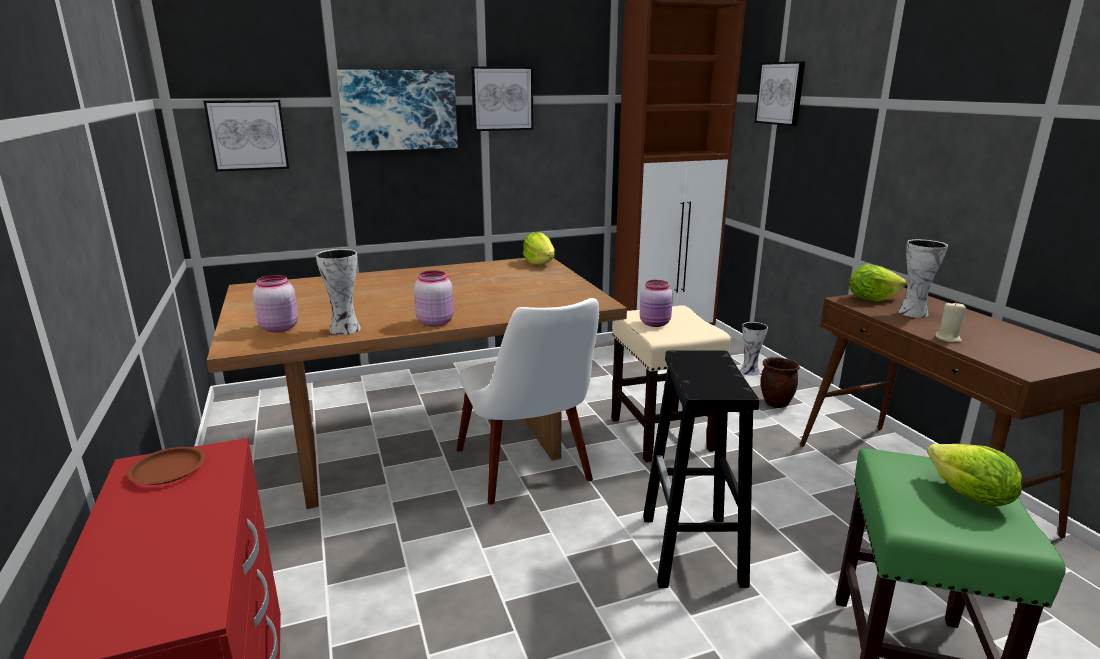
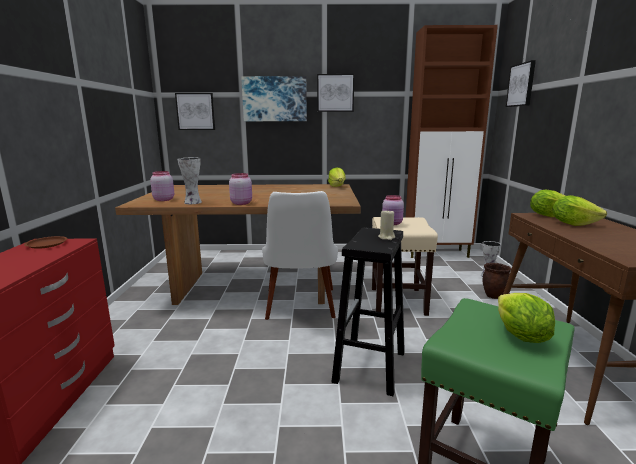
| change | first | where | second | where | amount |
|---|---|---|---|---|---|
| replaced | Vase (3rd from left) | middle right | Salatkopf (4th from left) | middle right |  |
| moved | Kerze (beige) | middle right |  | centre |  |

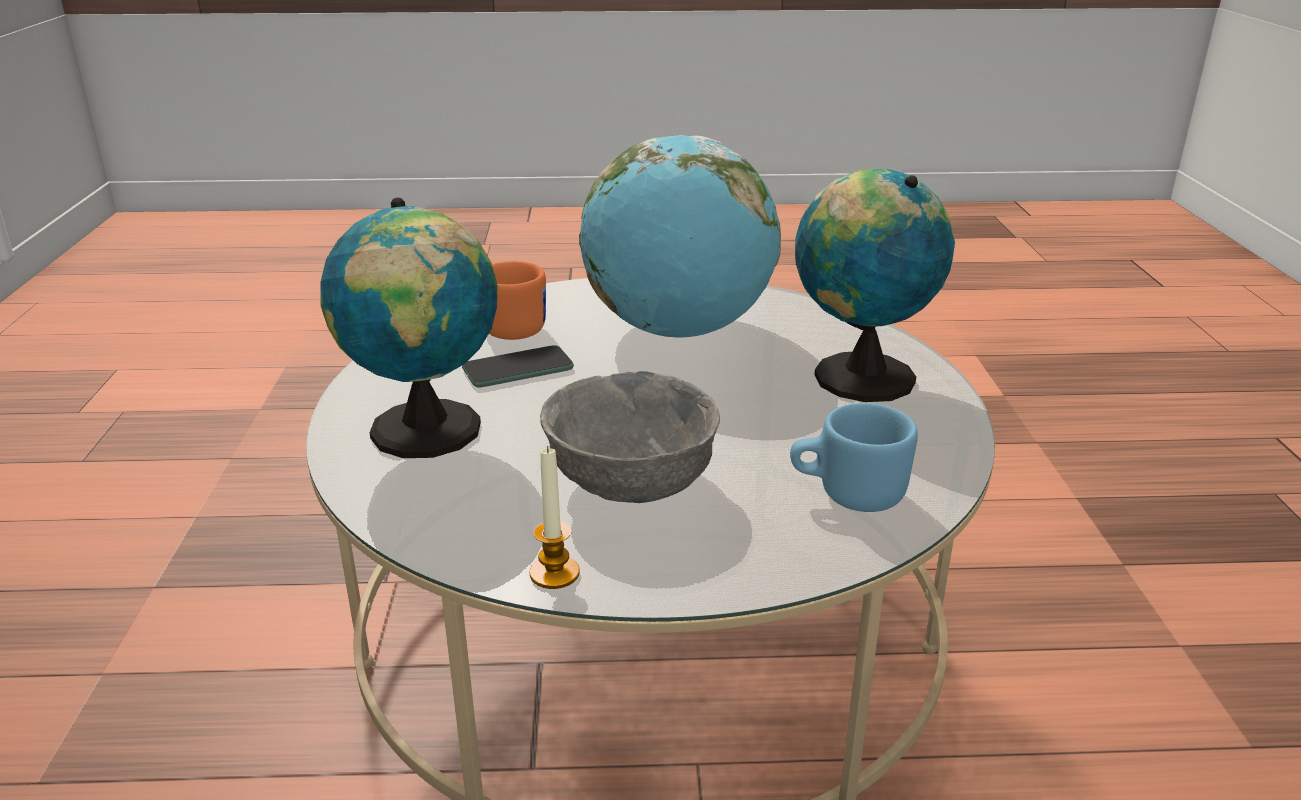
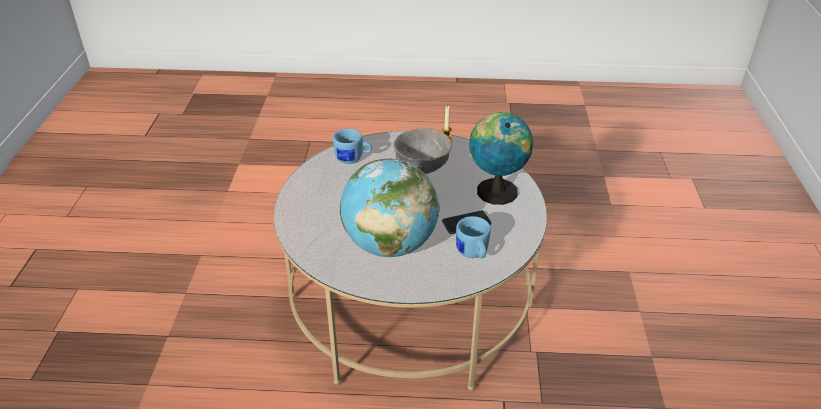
| change | first | where | second | where | amount |
|---|---|---|---|---|---|
| recoloured | Henkelbecher (orange) | centre | Henkelbecher (blau) (2nd from left) | centre |  |
| removed | Globus (3rd from left) | middle right |  |  |  |

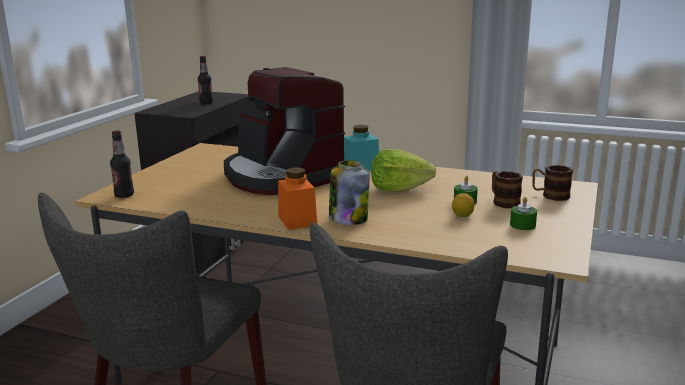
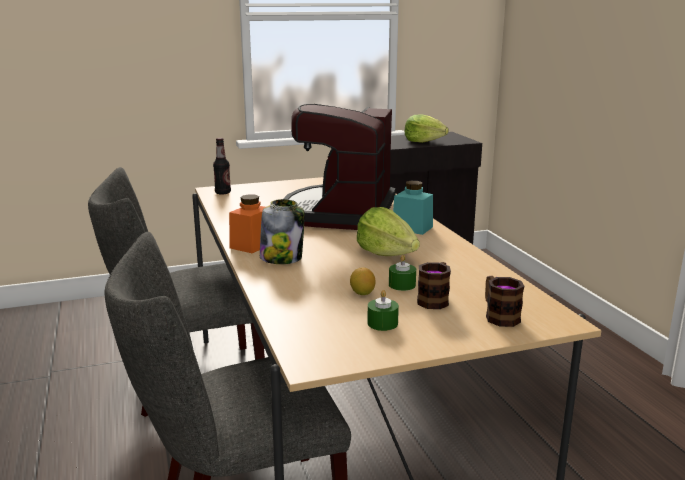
| change | first | where | second | where | amount |
|---|---|---|---|---|---|
| replaced | Flasche (2nd from left) | top left | Salatkopf (2nd from left) | top centre |  |

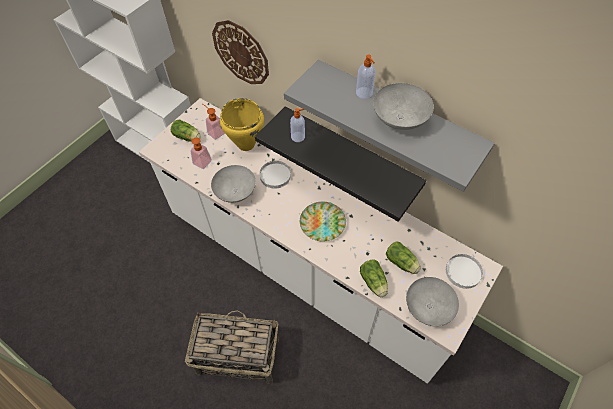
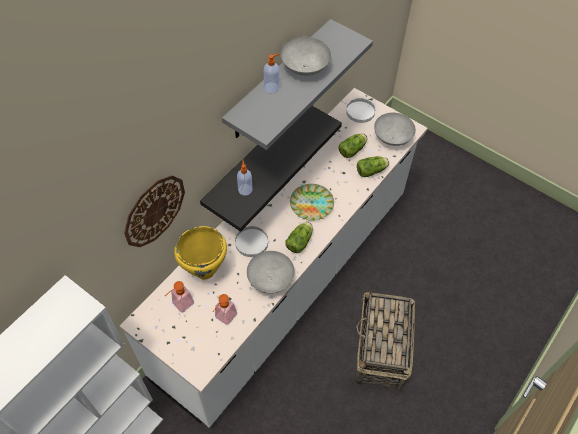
| change | first | where | second | where | amount |
|---|---|---|---|---|---|
| moved | Salatkopf (1st from left) | top left |  | centre |  |

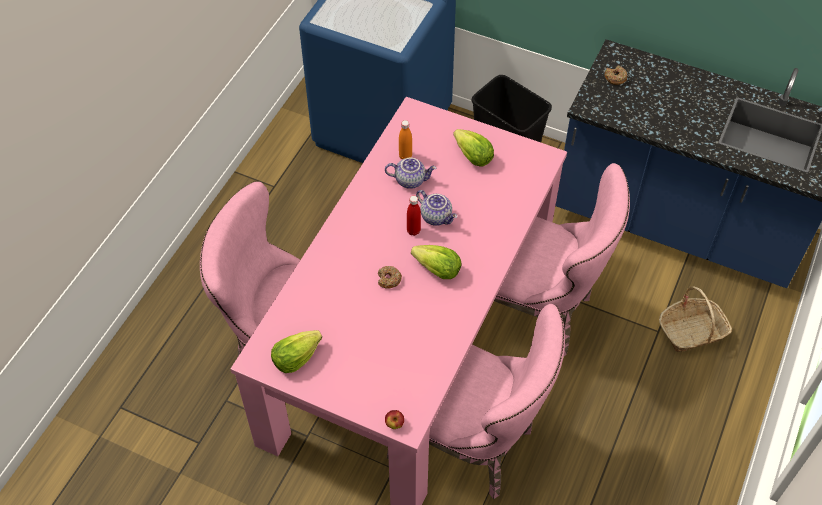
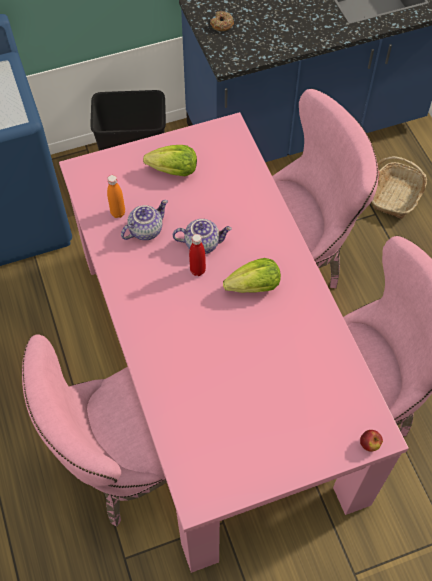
| change | first | where | second | where | amount |
|---|---|---|---|---|---|
| removed | Salatkopf (1st from left) | bottom centre |  |  |  |
| removed | Donut (1st from left) | centre |  |  |  |

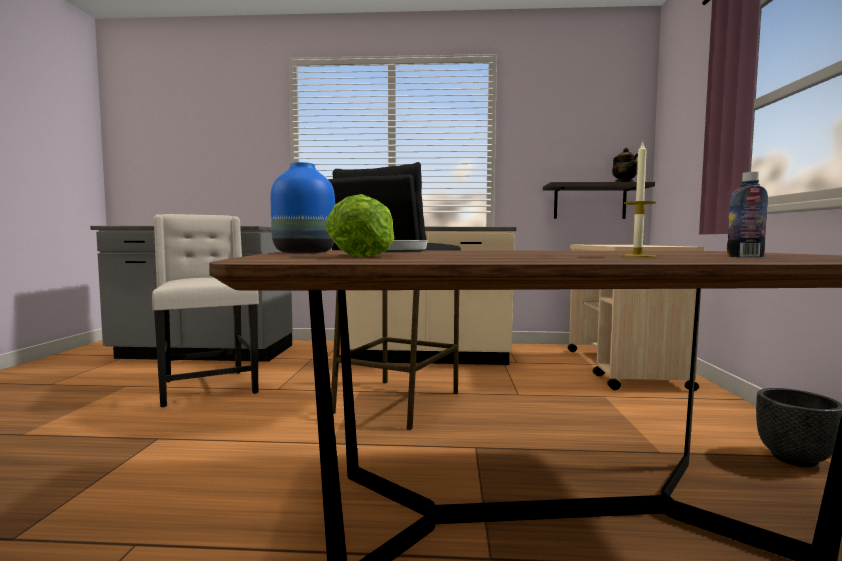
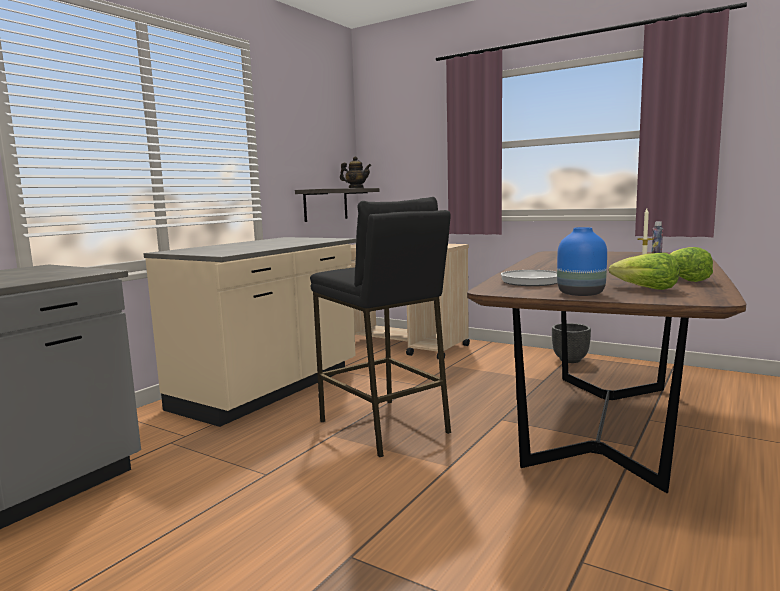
| change | first | where | second | where | amount |
|---|---|---|---|---|---|
| removed | Stuhl (beige) | middle left |  |  |  |
| added |  |  | Salatkopf (2nd from left) | middle right |  |

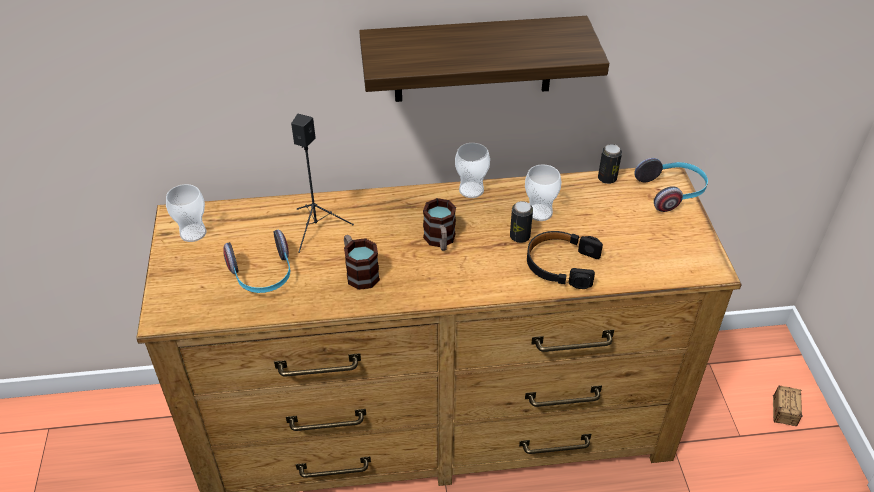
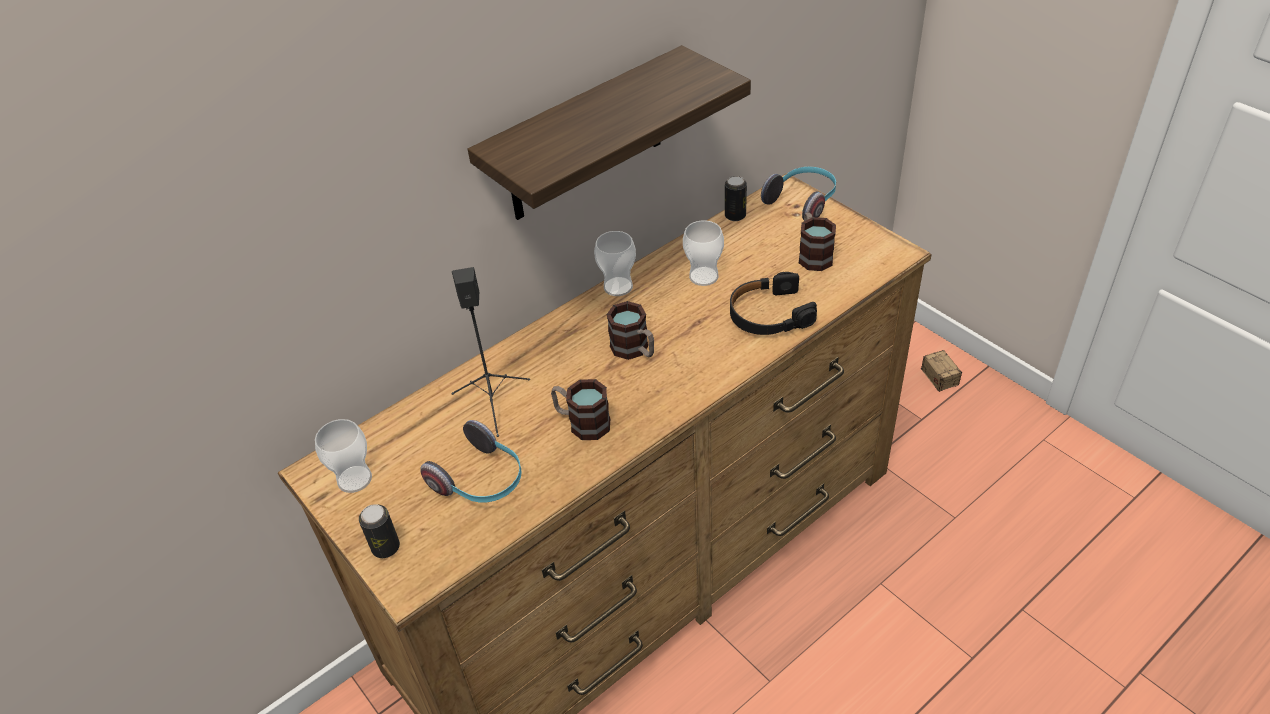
| change | first | where | second | where | amount |
|---|---|---|---|---|---|
| moved | Dose (1st from left) | centre |  | bottom left |  |
| added |  |  | Henkelbecher (3rd from left) | centre |  |

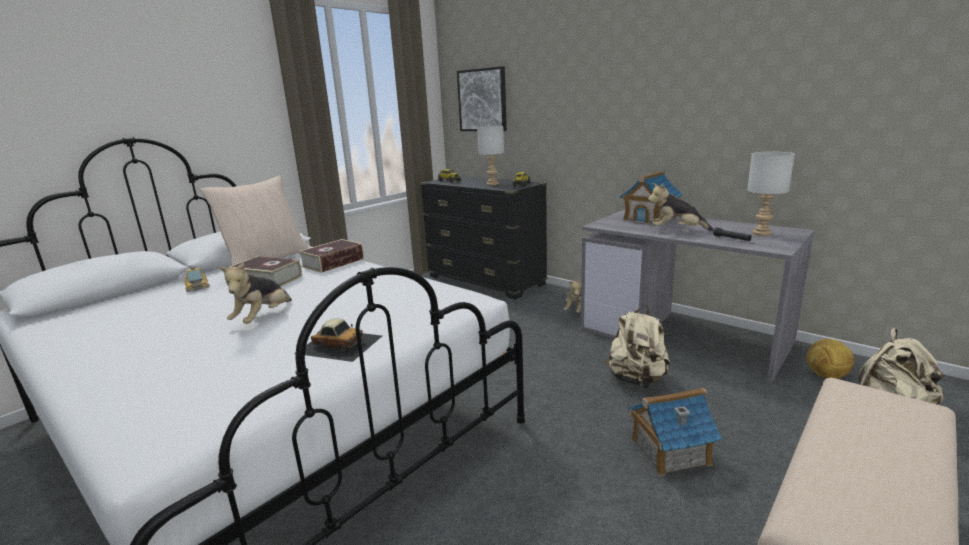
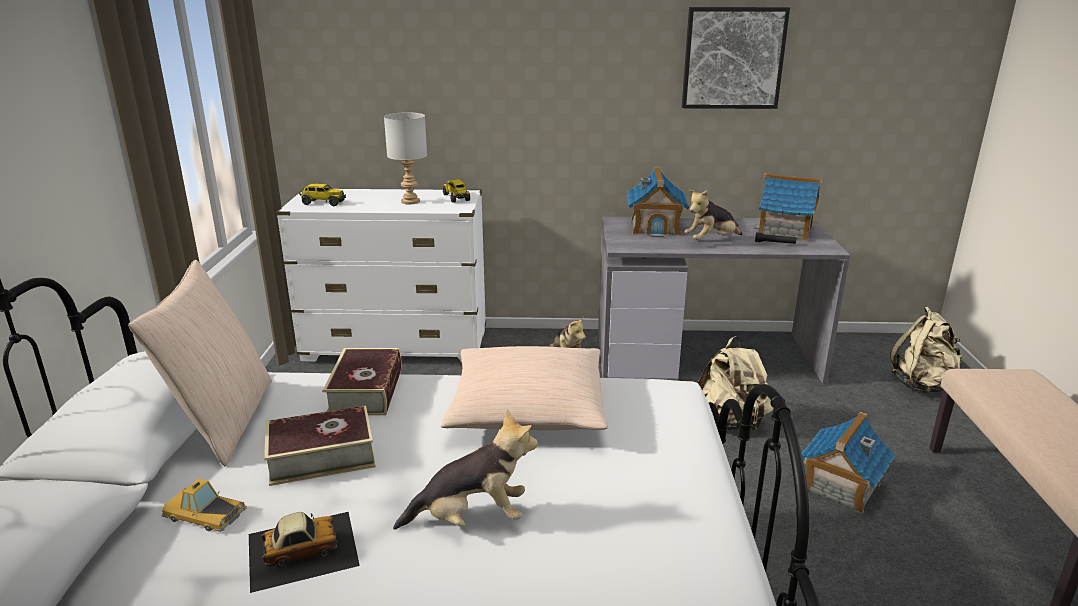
| change | first | where | second | where | amount |
|---|---|---|---|---|---|
| turned | Plüschtier (1st from left) | middle left |  | bottom centre | 75 degrees counterclockwise |
| moved | Spielzeugauto (2nd from left) | centre |  | bottom left |  |
| recoloured | Kommode (schwarz) | centre | Kommode (weiß) | centre |  |
| moved | Bild | top centre |  | top right |  |
| replaced | Tischlampe (grau) (2nd from left) | middle right | Spielzeughaus (2nd from left) | middle right |  |
| removed | Fußball | middle right |  |  |  |
| added |  |  | Kissen (beige) (2nd from left) | centre |  |

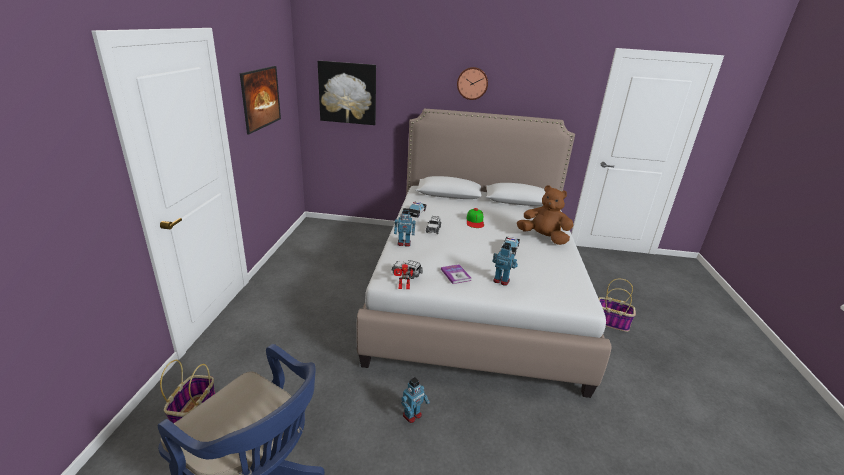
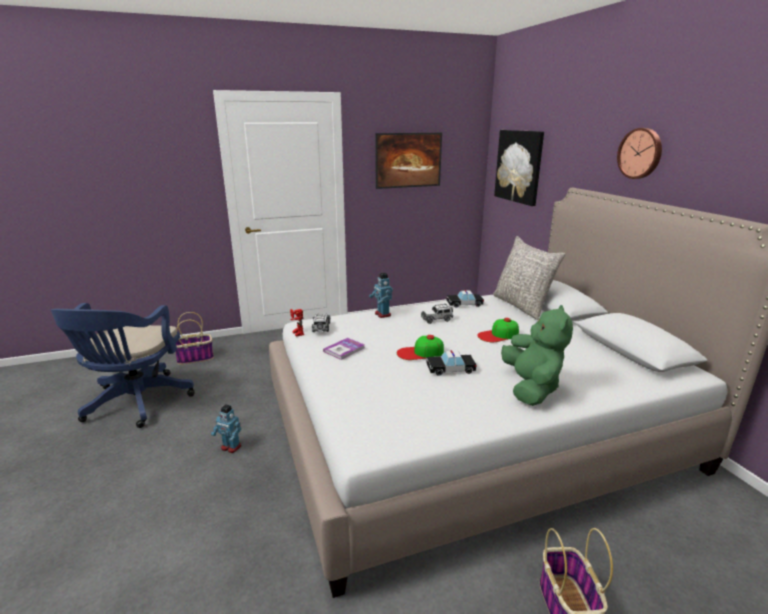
| change | first | where | second | where | amount |
|---|---|---|---|---|---|
| removed | Spielzeugroboter (4th from left) | centre |  |  |  |
| recoloured | Plüschtier (braun) | centre | Plüschtier (grün) | middle right |  |
| added |  |  | Kappe (1st from left) | centre |  |
| added |  |  | Kissen (grau) | middle right |  |

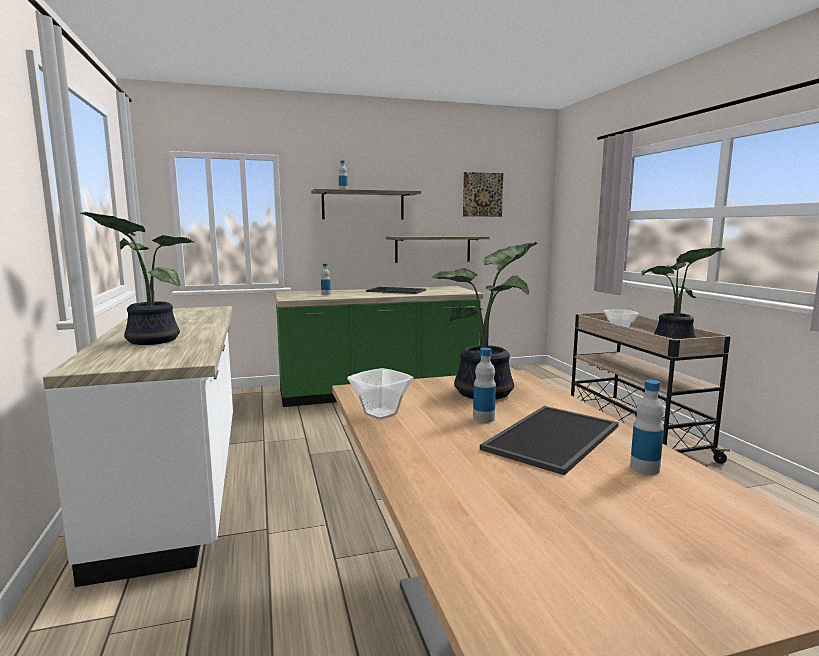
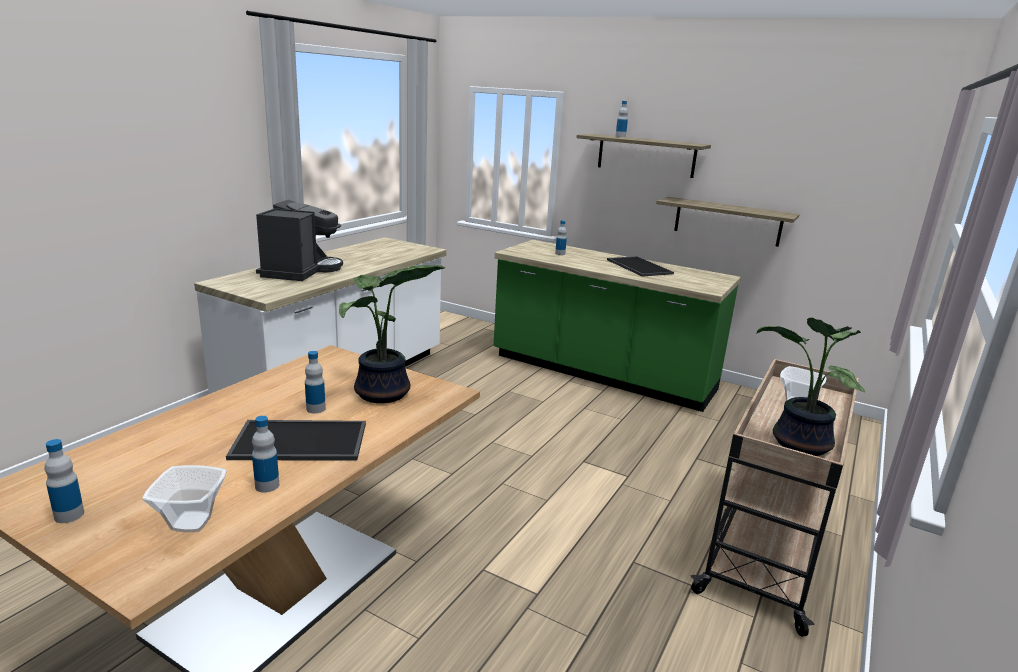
| change | first | where | second | where | amount |
|---|---|---|---|---|---|
| replaced | Topfpflanze (1st from left) | middle left | Kaffeemaschine | middle left |  |
| moved | Schüssel (1st from left) | centre |  | bottom left |  |
| removed | Bild | top centre |  |  |  |
| added |  |  | Flasche (1st from left) | bottom left |  |

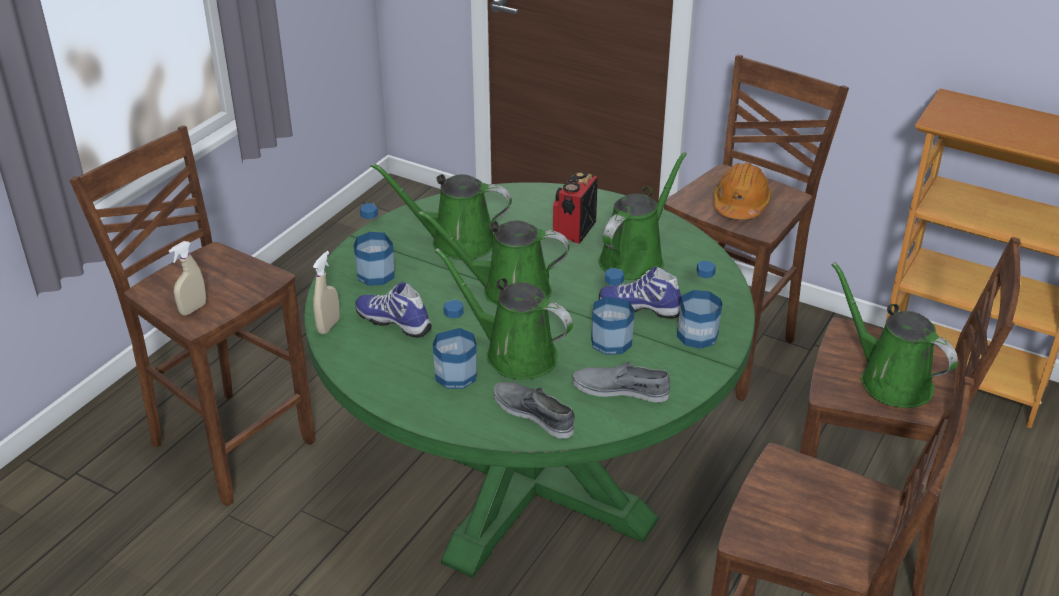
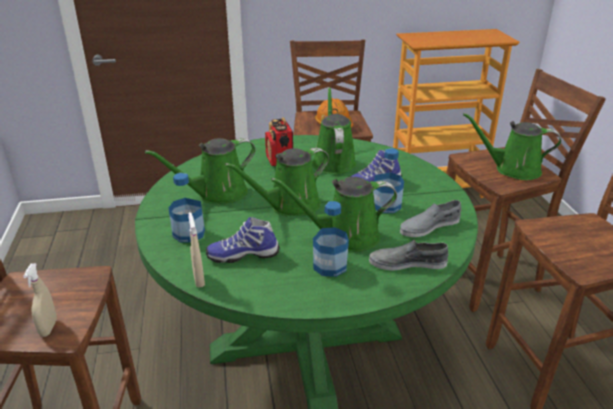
| change | first | where | second | where | amount |
|---|---|---|---|---|---|
| removed | Flasche (4th from left) | centre |  |  |  |

